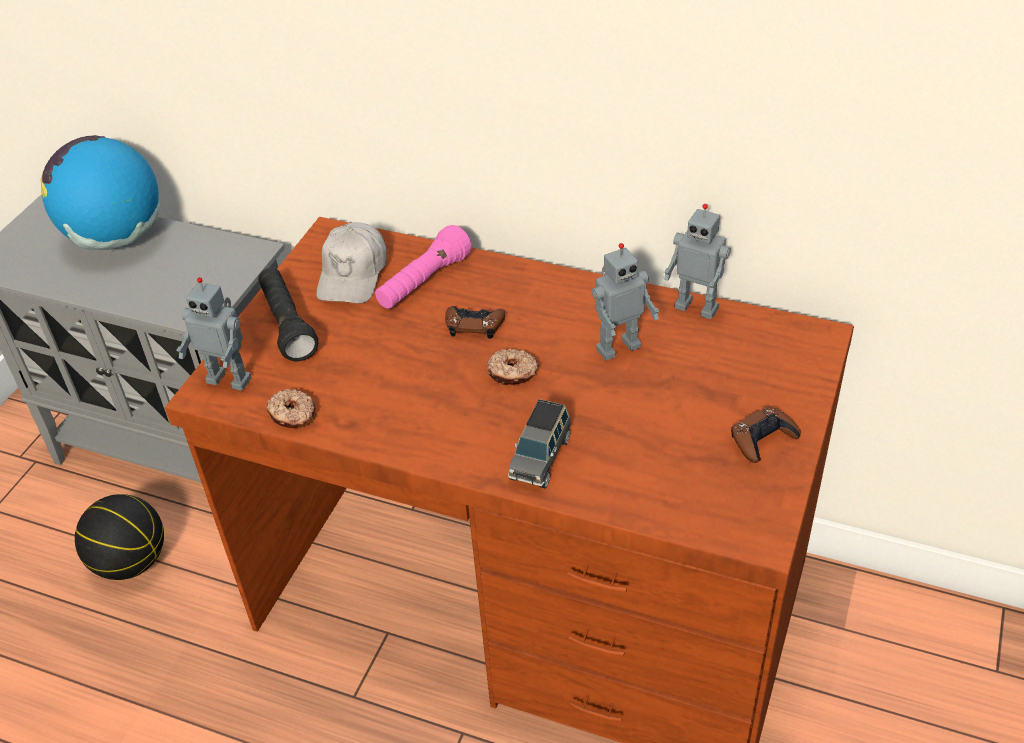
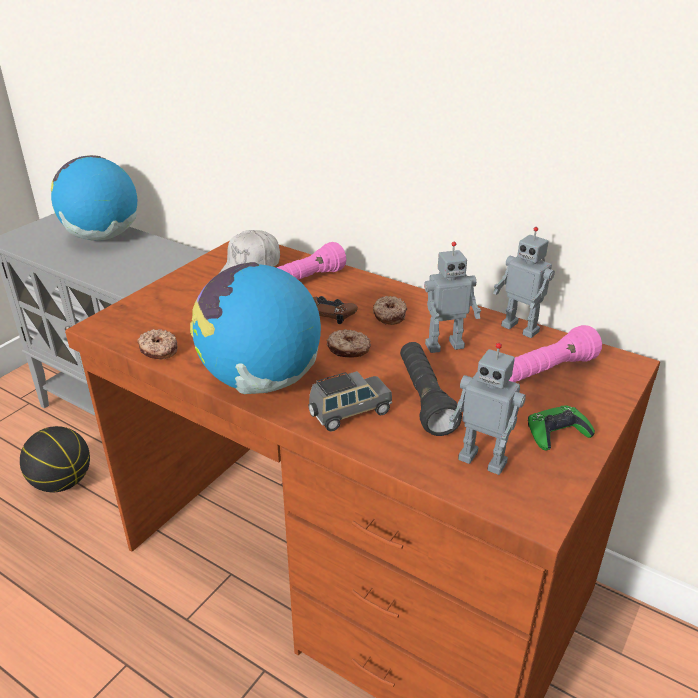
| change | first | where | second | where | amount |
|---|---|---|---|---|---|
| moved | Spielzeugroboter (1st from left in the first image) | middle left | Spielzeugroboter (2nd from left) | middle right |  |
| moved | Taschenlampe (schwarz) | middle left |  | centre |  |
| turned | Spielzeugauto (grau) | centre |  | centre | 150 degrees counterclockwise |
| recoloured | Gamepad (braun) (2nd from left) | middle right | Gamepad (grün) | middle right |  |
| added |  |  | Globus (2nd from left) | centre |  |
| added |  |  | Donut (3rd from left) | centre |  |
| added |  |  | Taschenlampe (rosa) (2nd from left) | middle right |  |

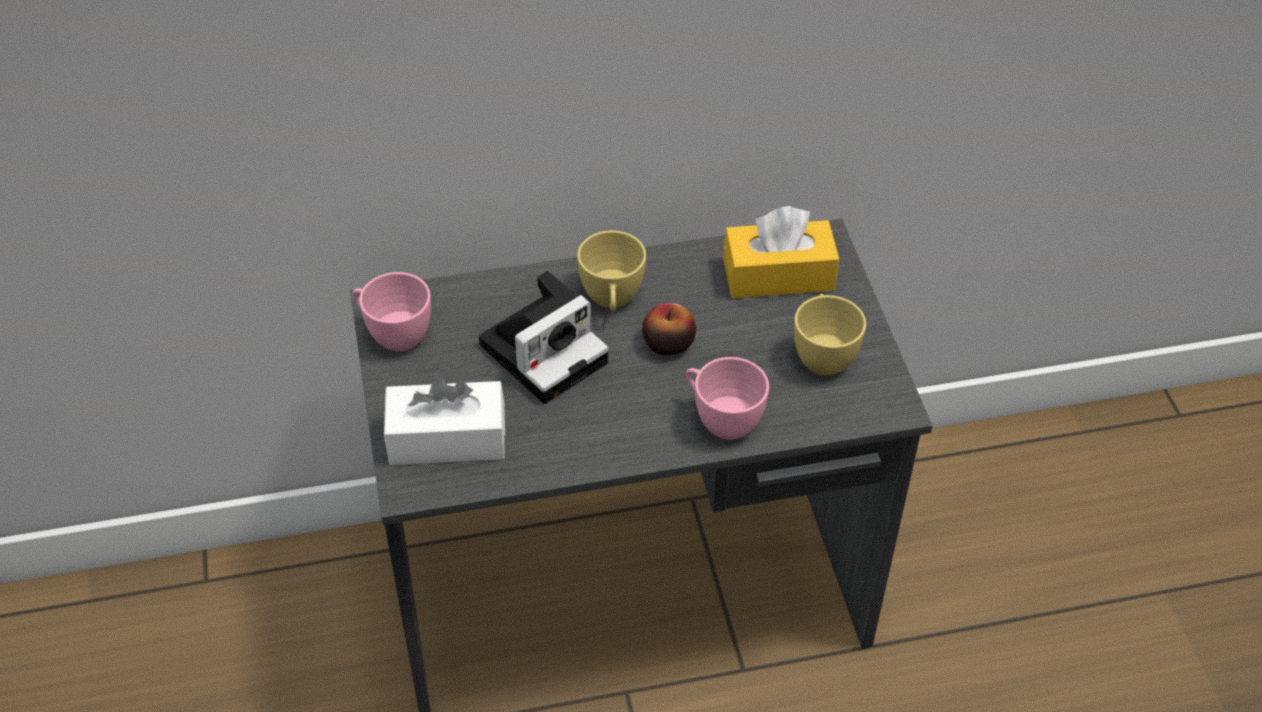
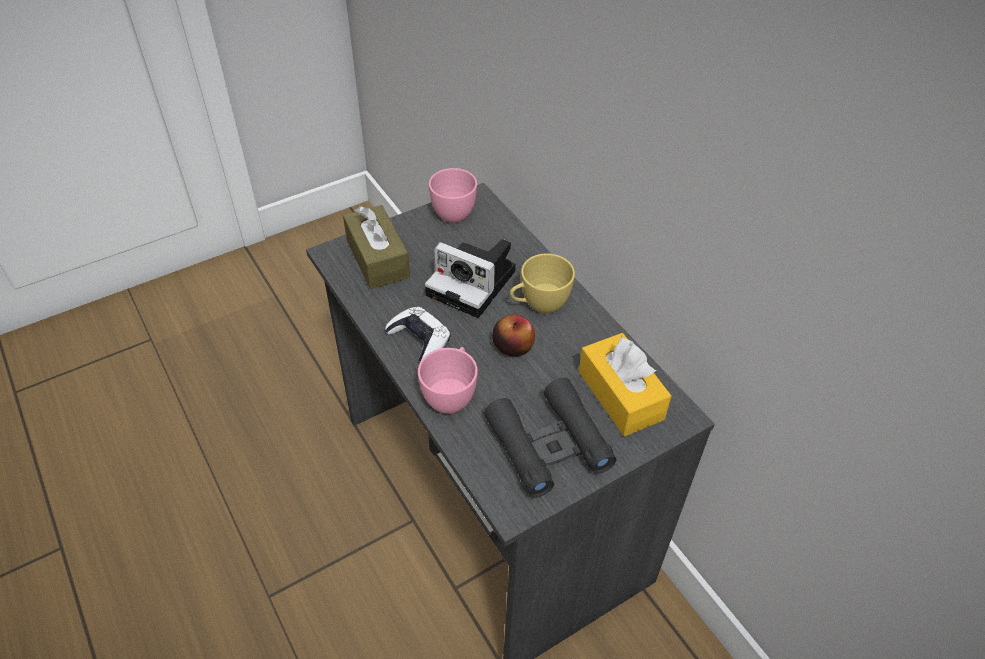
| change | first | where | second | where | amount |
|---|---|---|---|---|---|
| recoloured | Taschentuchbox (weiß) | centre | Taschentuchbox (braun) | centre |  |
| replaced | Tasse (gelb) (2nd from left) | centre | Fernglas (schwarz) | centre |  |
| added |  |  | Gamepad (weiß) | centre |  |

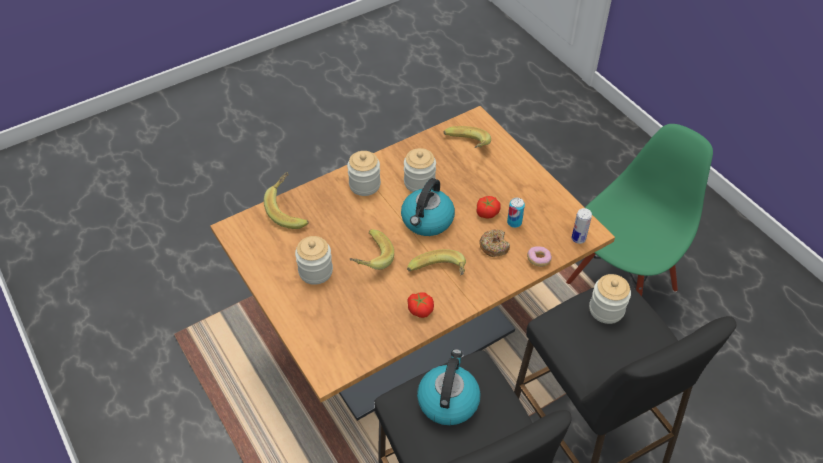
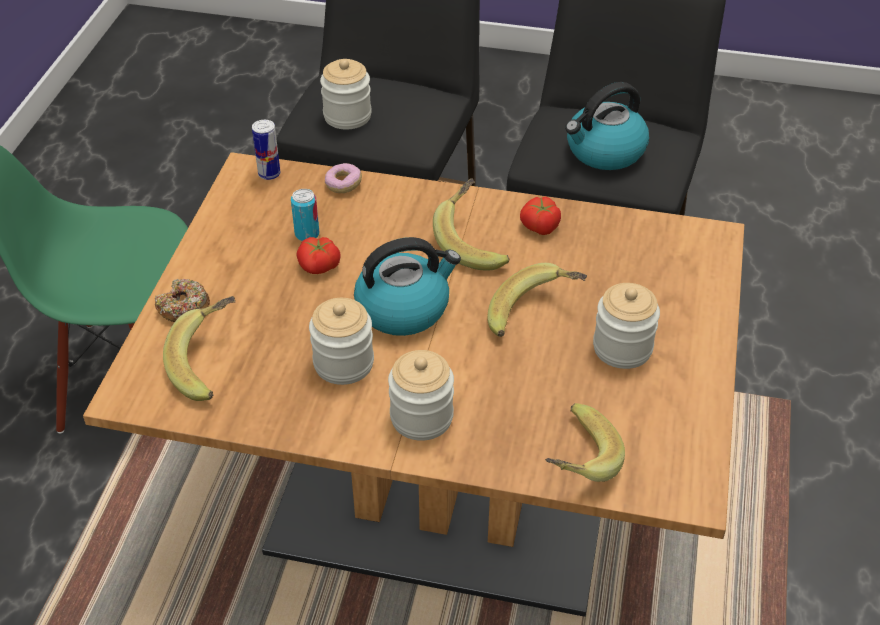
| change | first | where | second | where | amount |
|---|---|---|---|---|---|
| moved | Donut (1st from left) | centre |  | middle left |  |

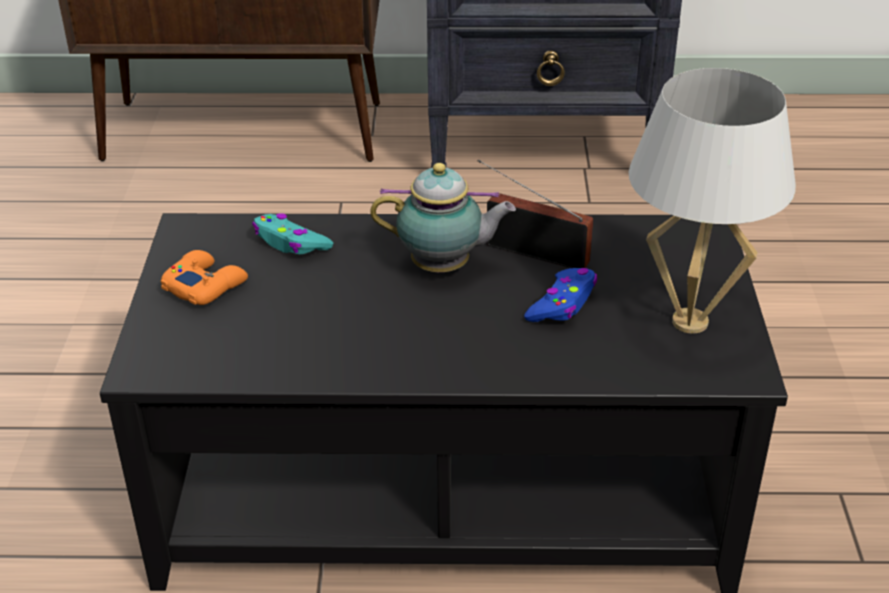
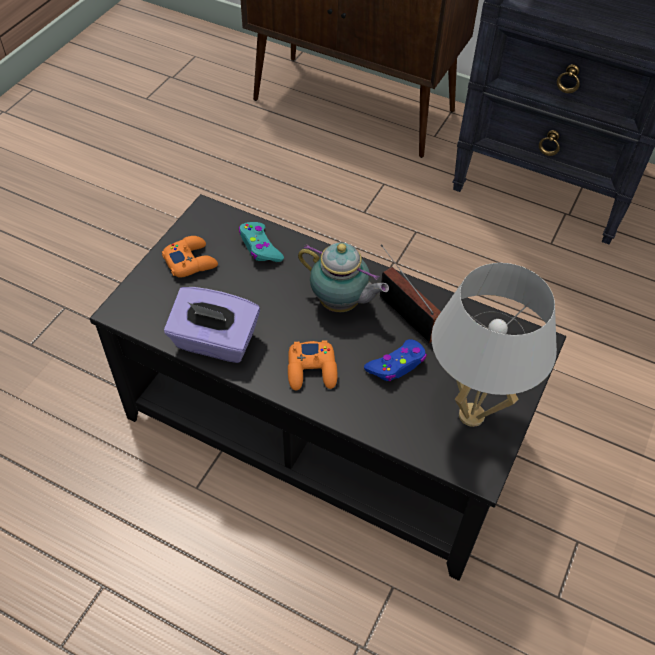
| change | first | where | second | where | amount |
|---|---|---|---|---|---|
| added |  |  | Taschentuchbox (lila) | middle left |  |
| added |  |  | Gamepad (orange) (2nd from left) | centre |  |

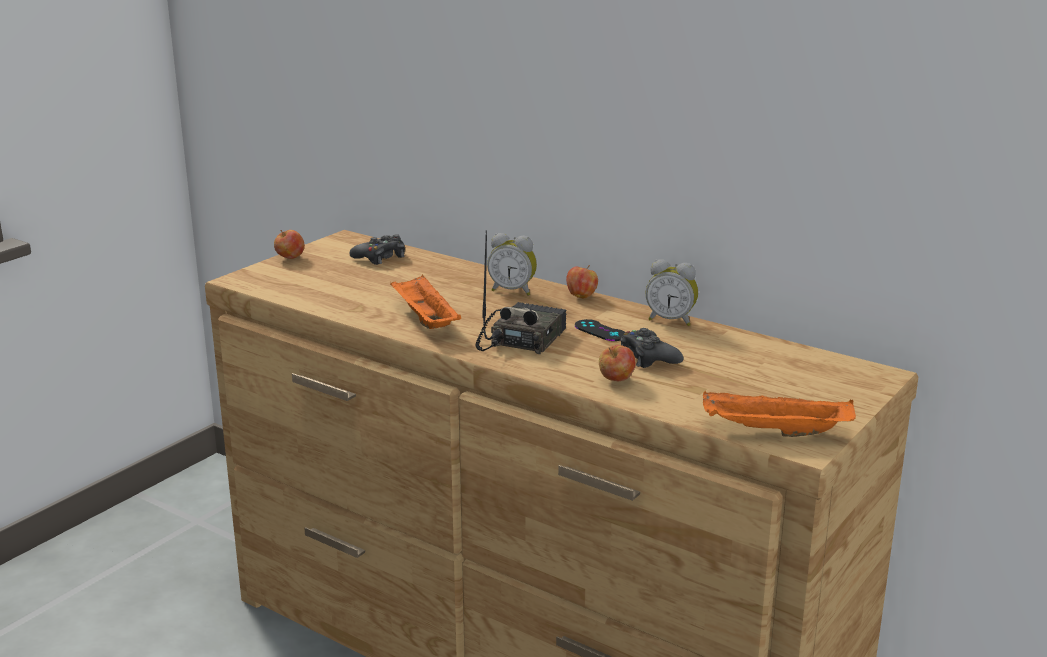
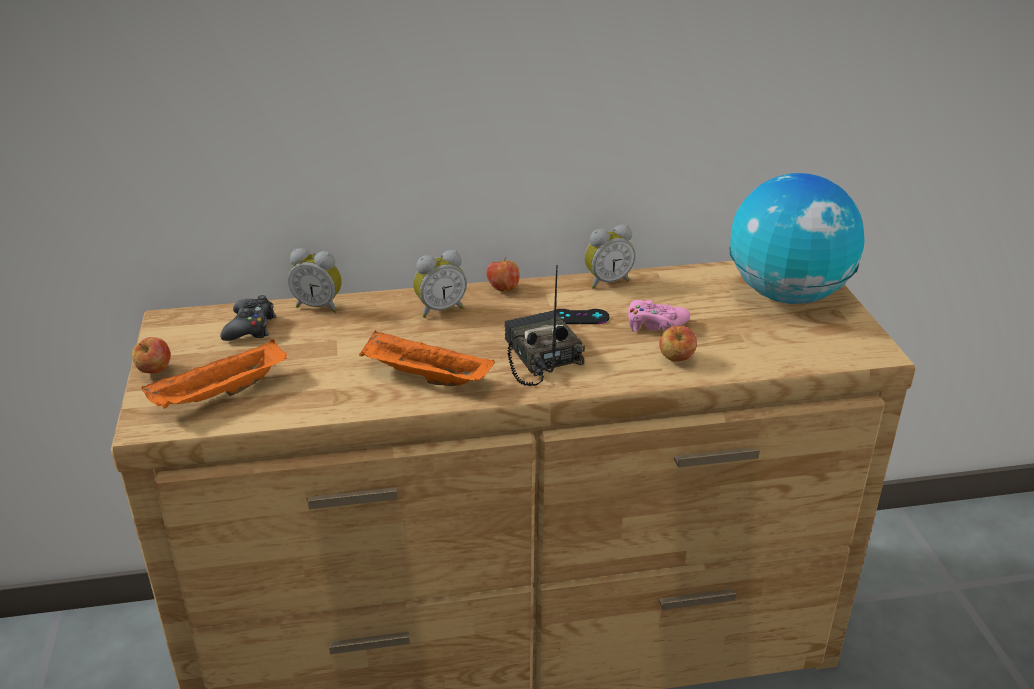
| change | first | where | second | where | amount |
|---|---|---|---|---|---|
| recoloured | Gamepad (schwarz) (3rd from left) | centre | Gamepad (rosa) | centre |  |
| moved | Tablett (orange) (2nd from left in the first image) | middle right | Tablett (orange) (1st from left) | middle left |  |
| added |  |  | Wecker (1st from left) | middle left |  |
| added |  |  | Globus | middle right |  |

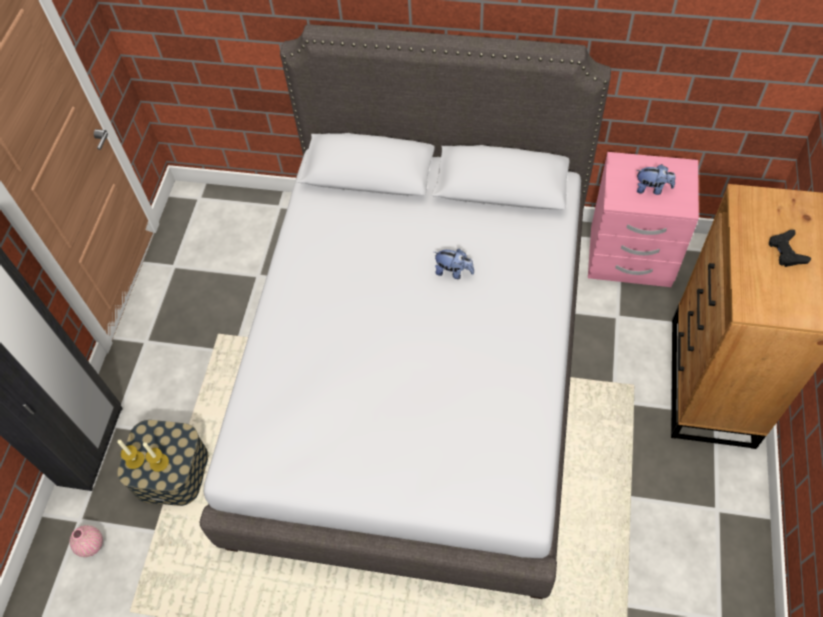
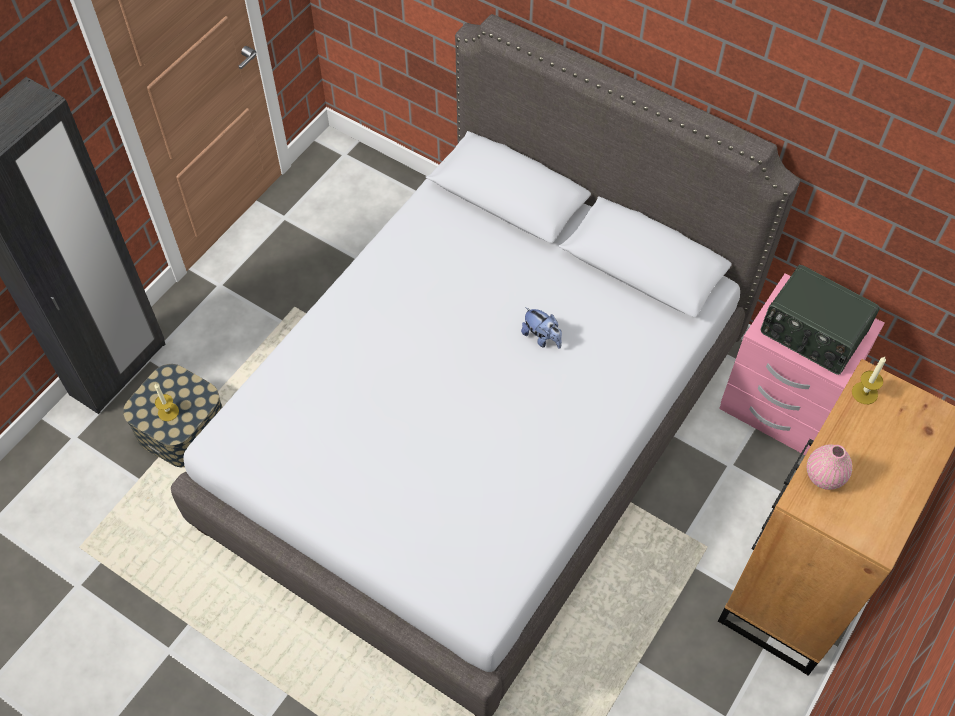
| change | first | where | second | where | amount |
|---|---|---|---|---|---|
| moved | Vase (rosa) | bottom left |  | middle right |  |
| moved | Kerze (1st from left in the first image) | bottom left | Kerze (2nd from left) | middle right |  |
| replaced | Plüschtier (2nd from left) | top right | Radio | middle right |  |
| removed | Gamepad (schwarz) | middle right |  |  |  |

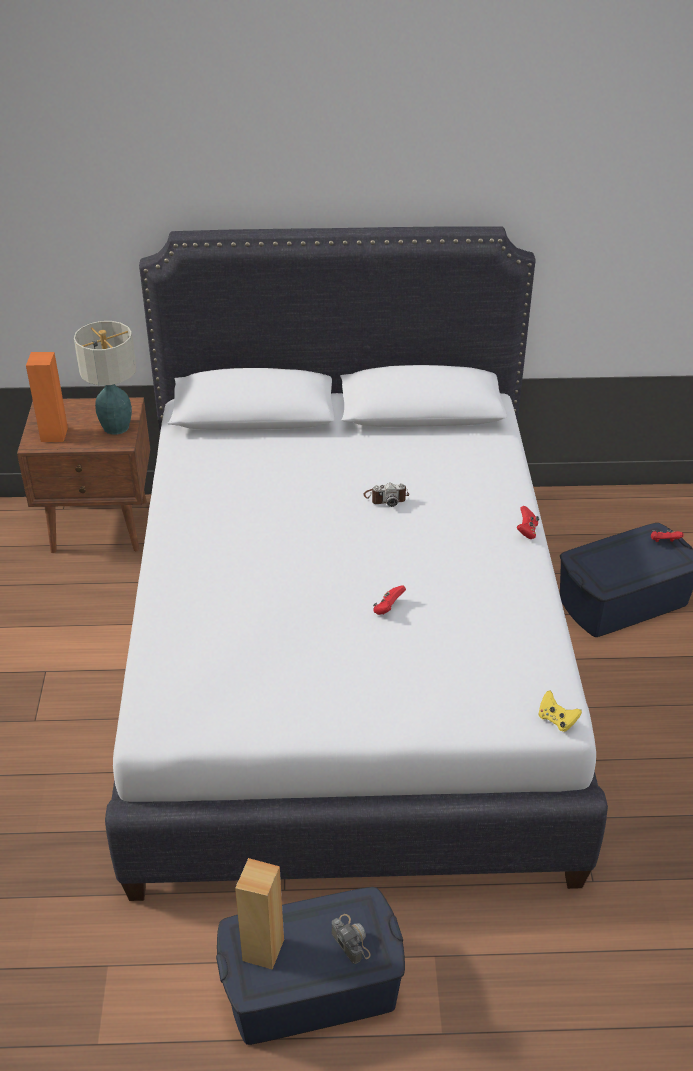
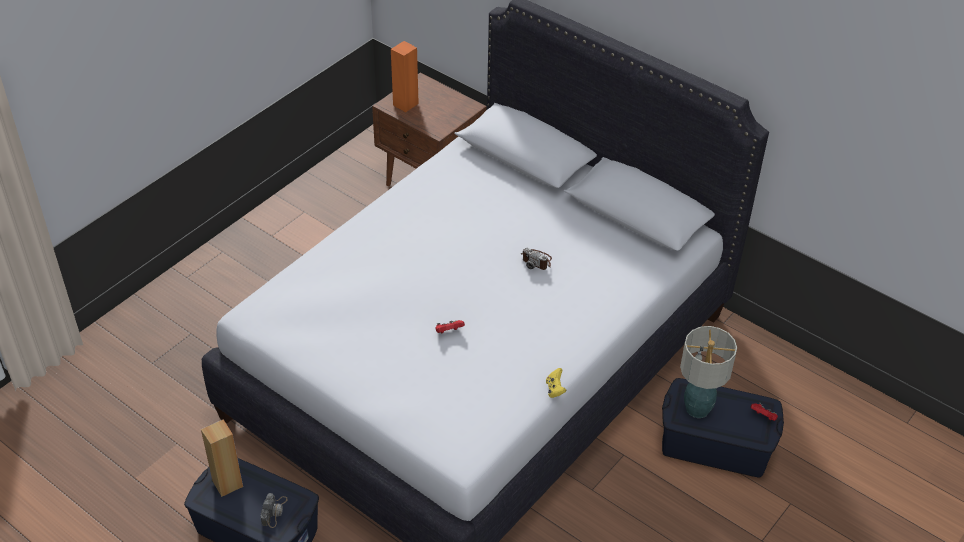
| change | first | where | second | where | amount |
|---|---|---|---|---|---|
| moved | Tischlampe | middle left |  | bottom right |  |
| removed | Gamepad (rot) (2nd from left) | middle right |  |  |  |
| moved | Gamepad (gelb) | middle right |  | bottom centre |  |

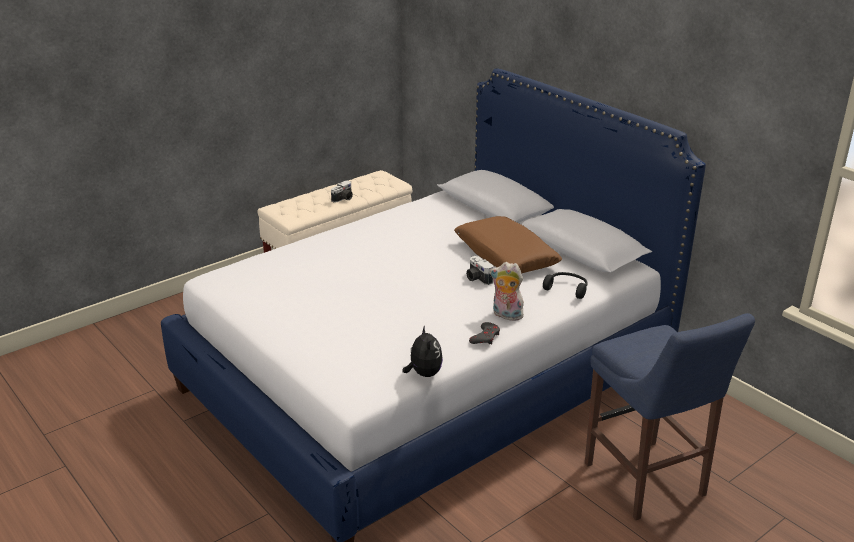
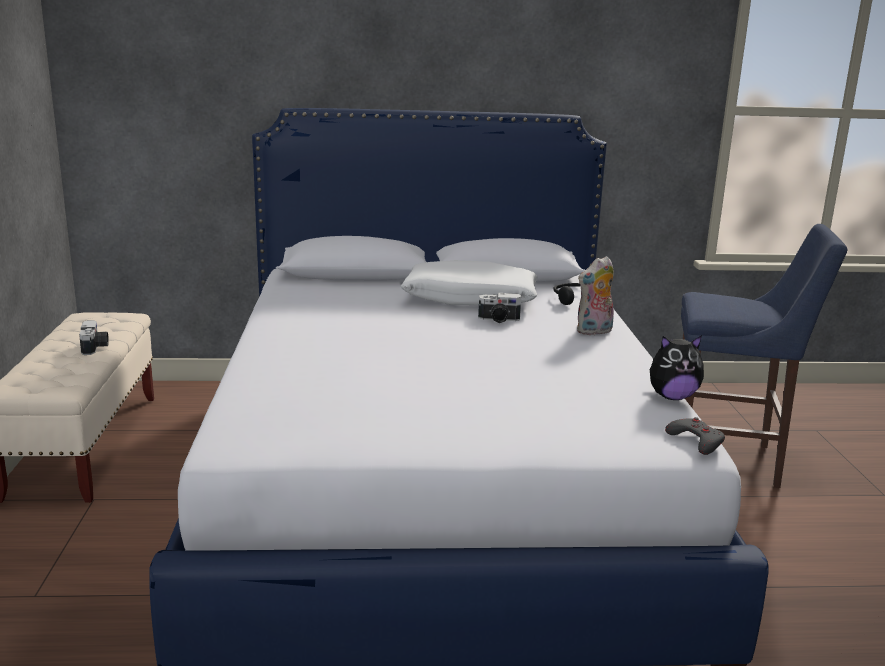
| change | first | where | second | where | amount |
|---|---|---|---|---|---|
| turned | Plüschtier (1st from left in the first image) | centre | Plüschtier (2nd from left) | middle right | 150 degrees clockwise |
| recoloured | Kissen (braun) | centre | Kissen (weiß) | centre |  |
| moved | Gamepad (grau) | centre |  | middle right |  |

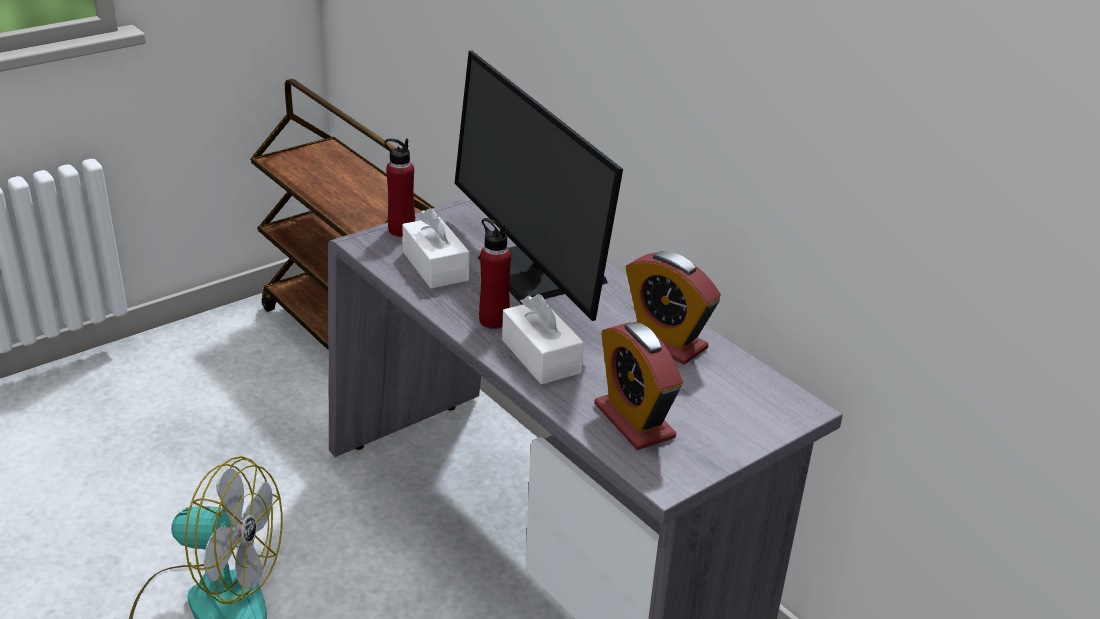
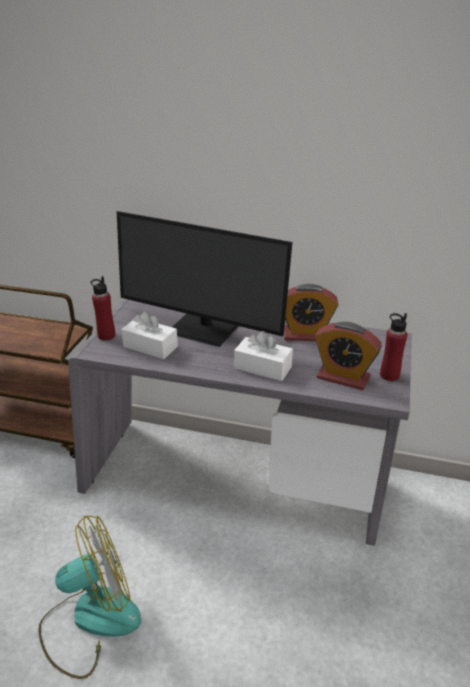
| change | first | where | second | where | amount |
|---|---|---|---|---|---|
| moved | Flasche (rot) (2nd from left) | centre |  | middle right |  |

